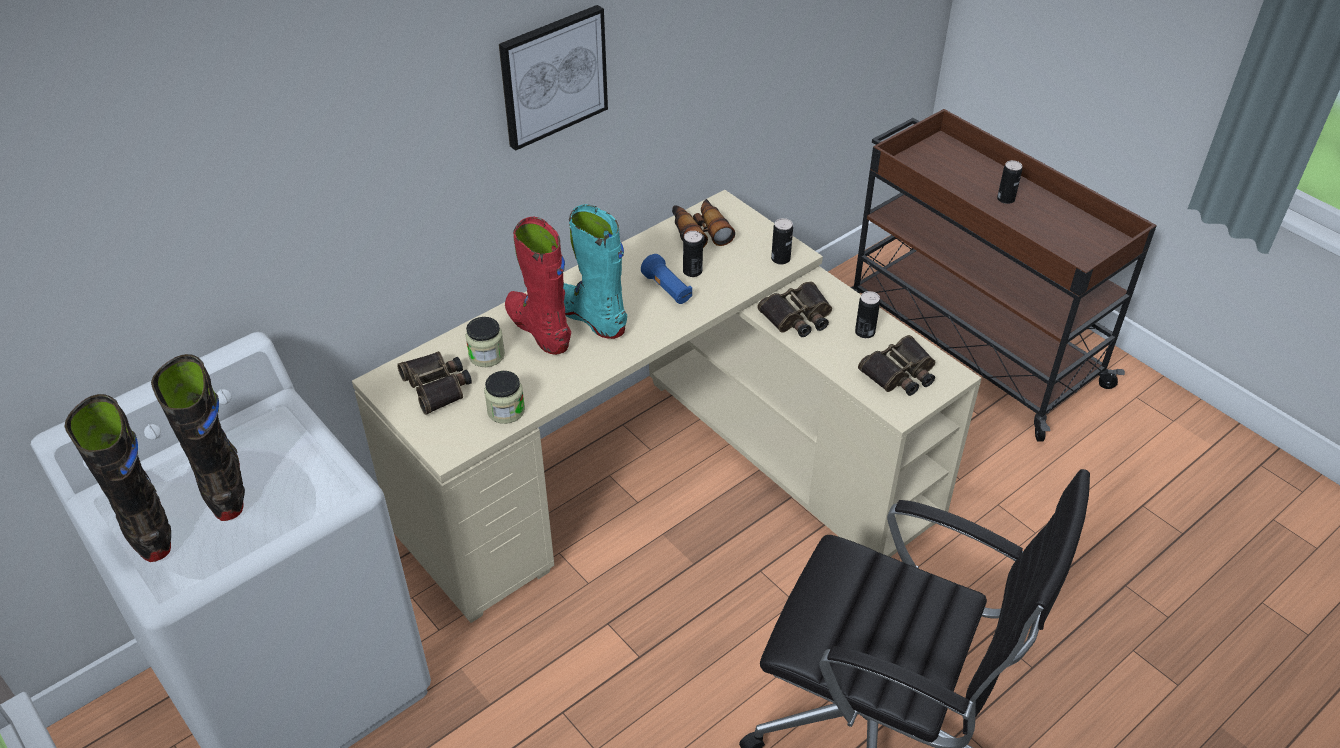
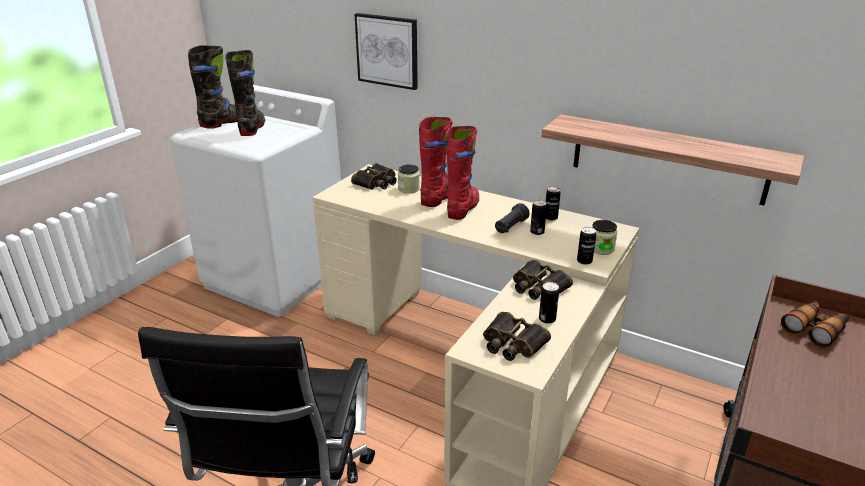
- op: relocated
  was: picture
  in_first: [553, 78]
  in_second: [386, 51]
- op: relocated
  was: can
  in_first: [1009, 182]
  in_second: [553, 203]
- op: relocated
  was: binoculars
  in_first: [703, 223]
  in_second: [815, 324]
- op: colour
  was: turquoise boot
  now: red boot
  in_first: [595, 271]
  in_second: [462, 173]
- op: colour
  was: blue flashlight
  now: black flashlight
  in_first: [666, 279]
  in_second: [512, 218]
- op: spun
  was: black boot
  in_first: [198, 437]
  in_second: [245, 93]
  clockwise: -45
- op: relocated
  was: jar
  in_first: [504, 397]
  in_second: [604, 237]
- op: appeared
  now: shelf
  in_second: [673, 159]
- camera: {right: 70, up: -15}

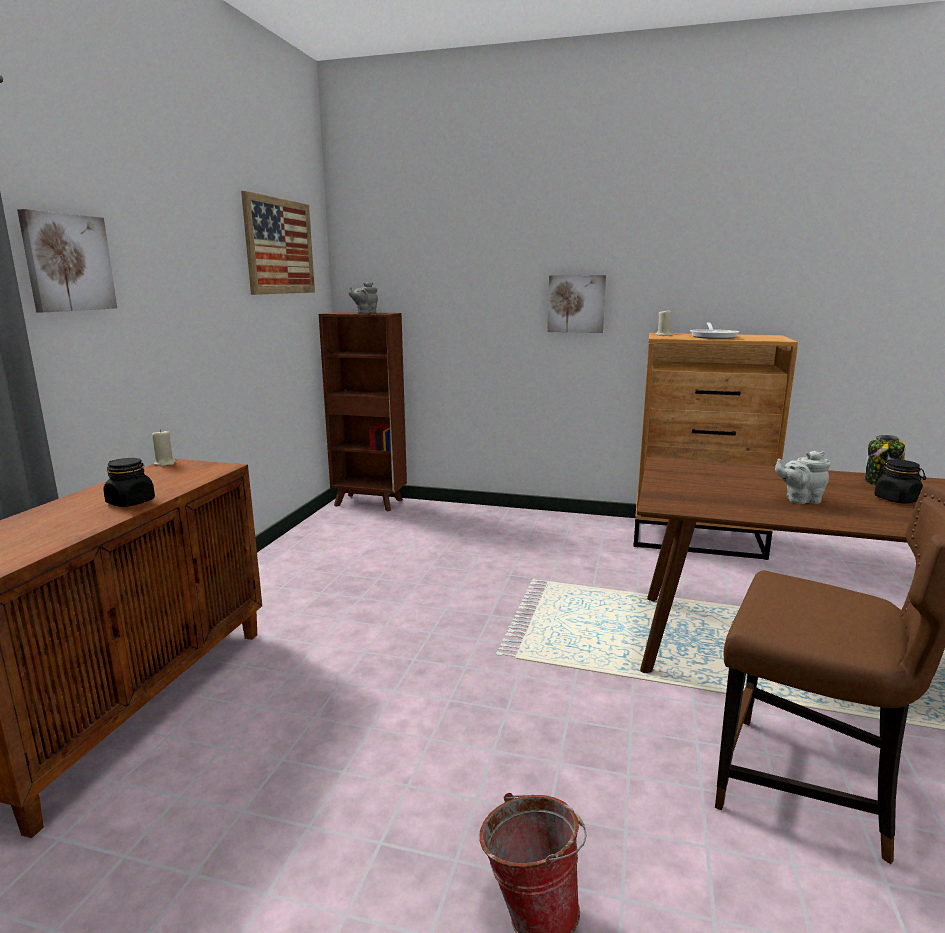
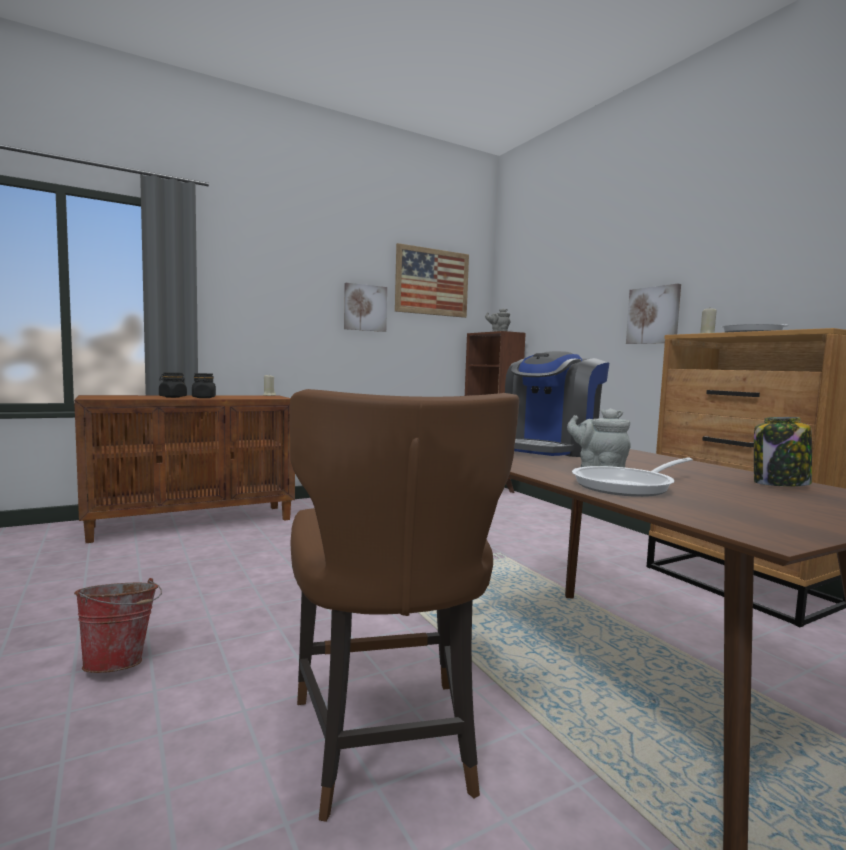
- op: relocated
  was: picture
  in_first: [67, 260]
  in_second: [365, 307]
- op: relocated
  was: black jar
  in_first: [900, 481]
  in_second: [173, 385]
- op: appeared
  now: coffee machine
  in_second: [557, 404]
- op: appeared
  now: frying pan
  in_second: [632, 477]
- camera: {right: 45, up: -10}

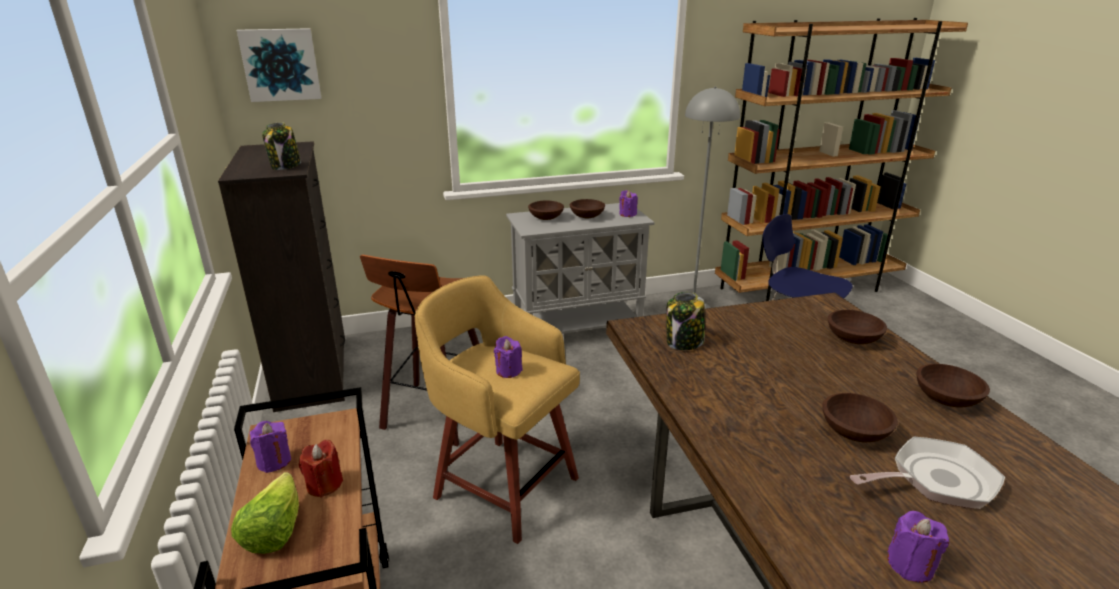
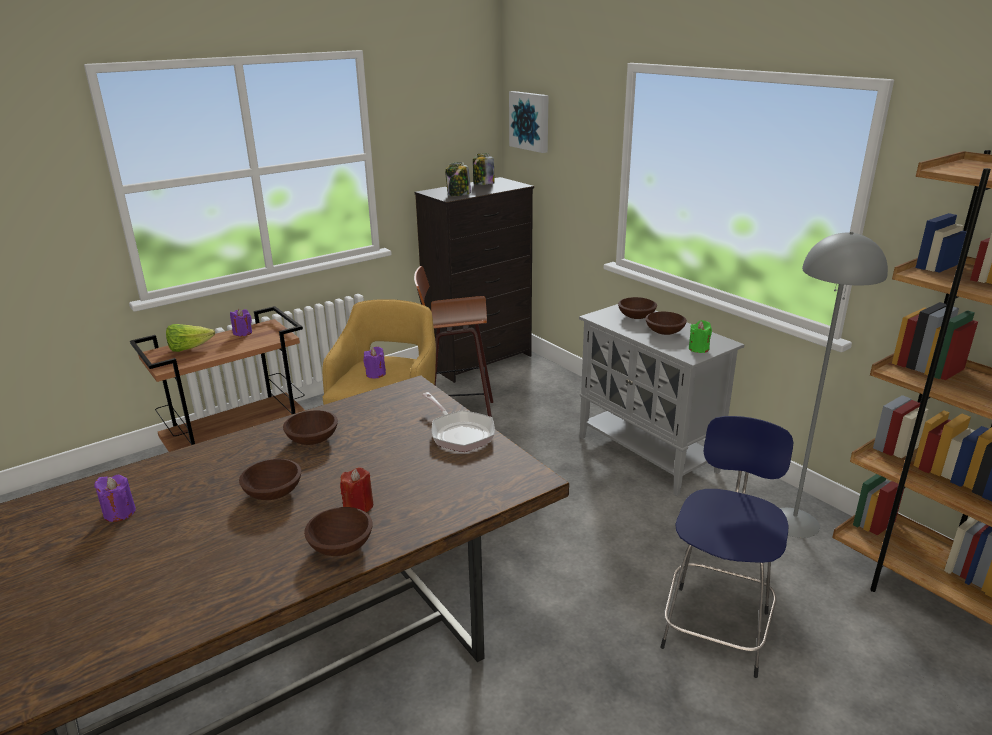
- op: colour
  was: purple candle
  now: green candle
  in_first: [628, 203]
  in_second: [700, 336]
- op: relocated
  was: jar
  in_first: [685, 321]
  in_second: [484, 169]
- op: relocated
  was: brown bowl
  in_first: [857, 327]
  in_second: [310, 427]
- op: relocated
  was: frying pan
  in_first: [927, 472]
  in_second: [458, 422]
- op: relocated
  was: red candle
  in_first: [321, 468]
  in_second: [356, 490]
- camera: {right: 70, up: 0}

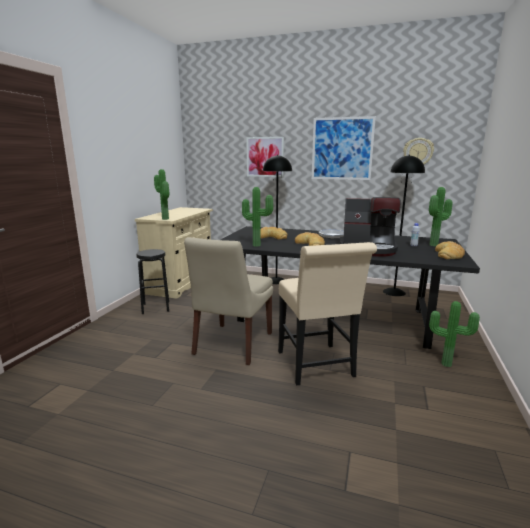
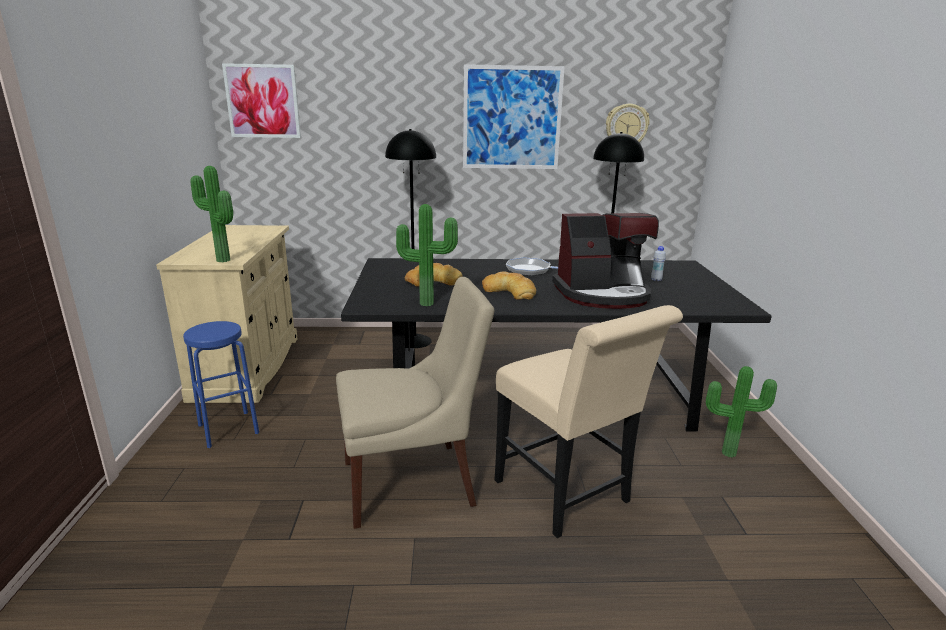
- op: relocated
  was: picture
  in_first: [265, 157]
  in_second: [261, 100]
- op: missing
  was: potted plant
  in_first: [441, 216]
- op: spun
  was: beige chair
  in_first: [228, 301]
  in_second: [415, 403]
  clockwise: -105
- op: missing
  was: bread
  in_first: [450, 250]
- op: colour
  was: black stool
  now: blue stool
  in_first: [152, 281]
  in_second: [221, 384]
- camera: {right: -20, up: 5}

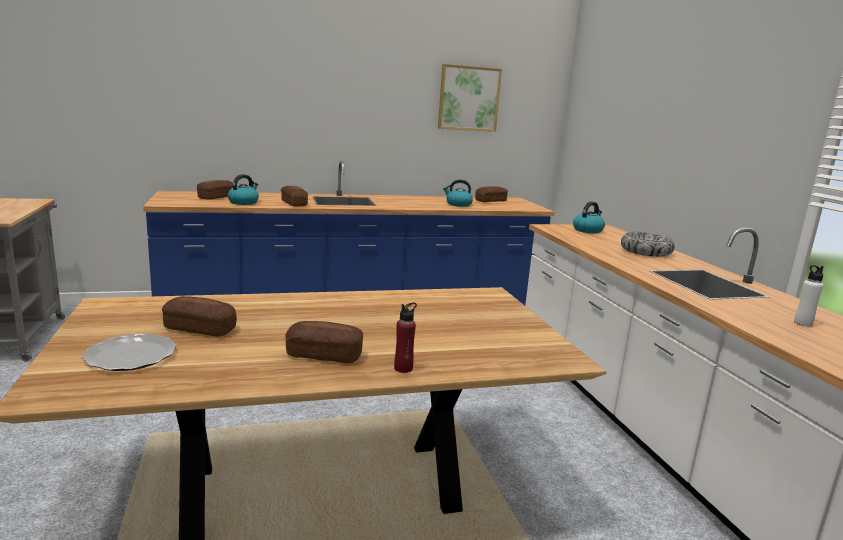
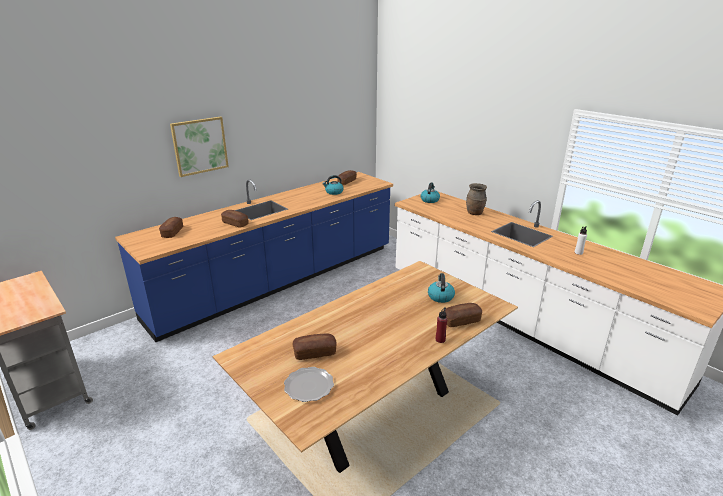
- op: relocated
  was: picture
  in_first: [470, 98]
  in_second: [199, 146]
- op: relocated
  was: kettle
  in_first: [243, 189]
  in_second: [441, 288]
- op: exchanged
  was: bowl
  now: brown vase
  in_first: [648, 244]
  in_second: [476, 199]
- op: relocated
  was: bread
  in_first: [324, 342]
  in_second: [463, 315]
- camera: {right: -25, up: 10}

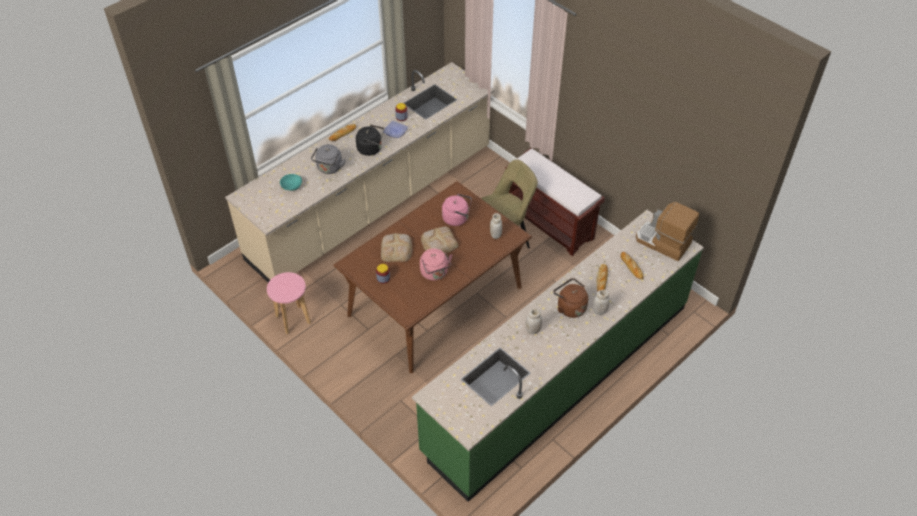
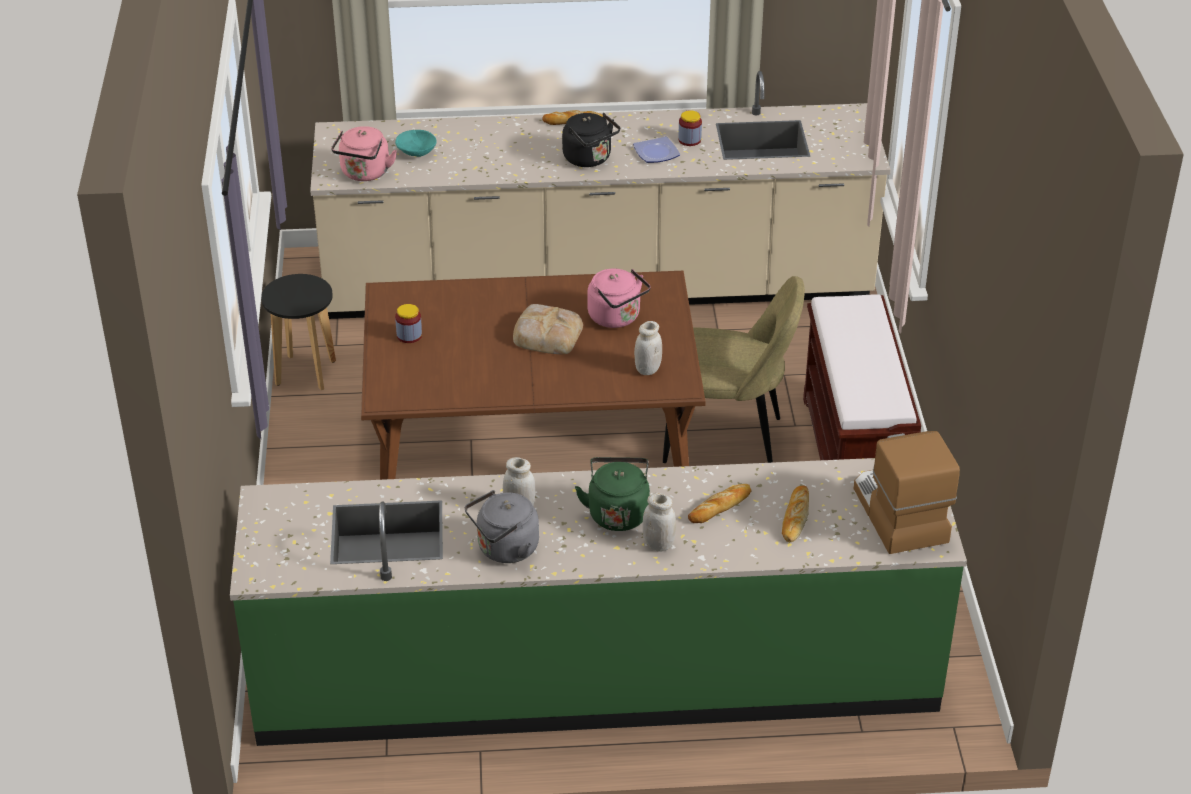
- op: relocated
  was: grey kettle
  in_first: [328, 159]
  in_second: [502, 526]
- op: missing
  was: bread
  in_first: [396, 247]
- op: relocated
  was: pink kettle
  in_first: [436, 264]
  in_second: [364, 153]
- op: colour
  was: pink stool
  now: black stool
  in_first: [289, 303]
  in_second: [298, 332]
- op: colour
  was: brown kettle
  now: green kettle
  in_first: [570, 298]
  in_second: [612, 494]
- camera: {right: 40, up: -10}

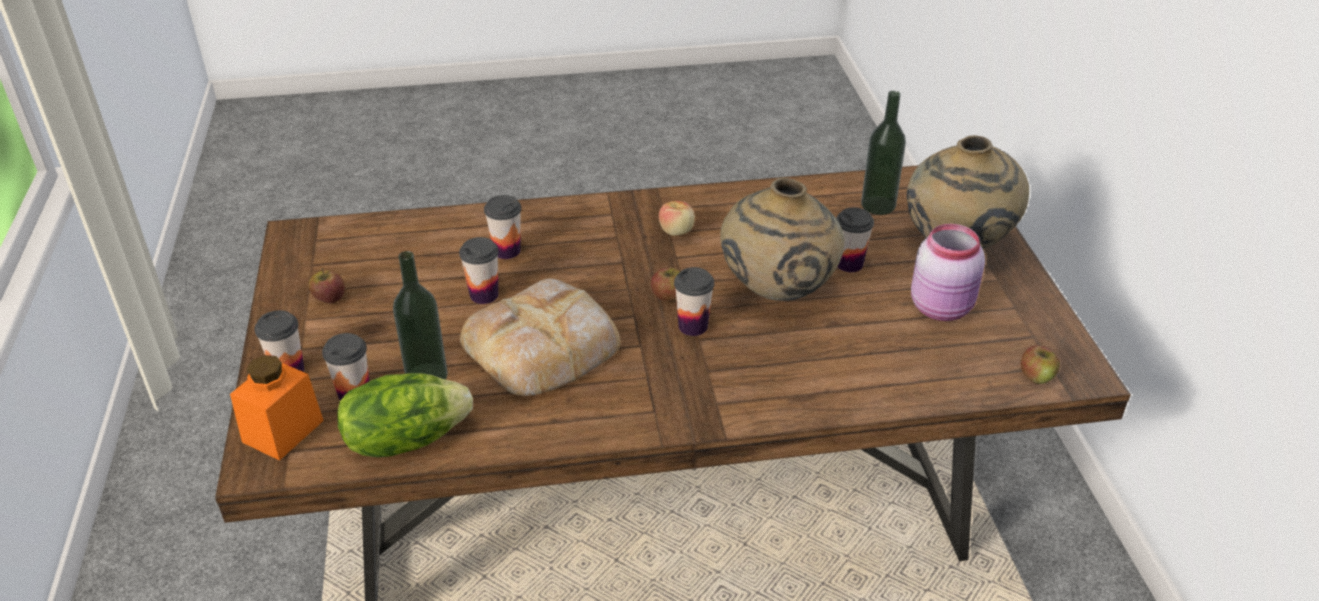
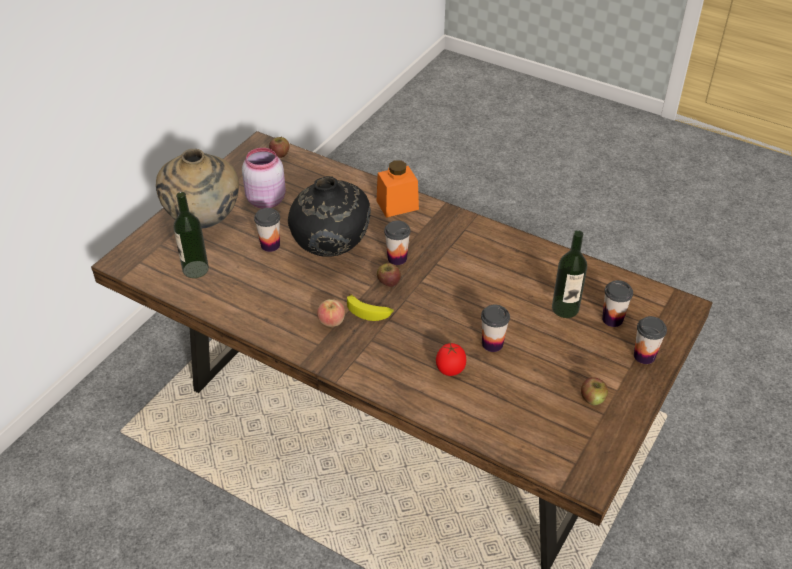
- op: colour
  was: beige vase
  now: black vase
  in_first: [782, 239]
  in_second: [329, 216]
- op: exchanged
  was: cup
  now: tomato
  in_first: [502, 227]
  in_second: [451, 359]
- op: missing
  was: bread
  in_first: [540, 337]
- op: relocated
  was: orange jar
  in_first: [277, 408]
  in_second: [398, 189]
- op: missing
  was: lettuce
  in_first: [405, 415]
- op: appeared
  now: banana
  in_second: [370, 307]
- camera: {right: -140, up: 5}

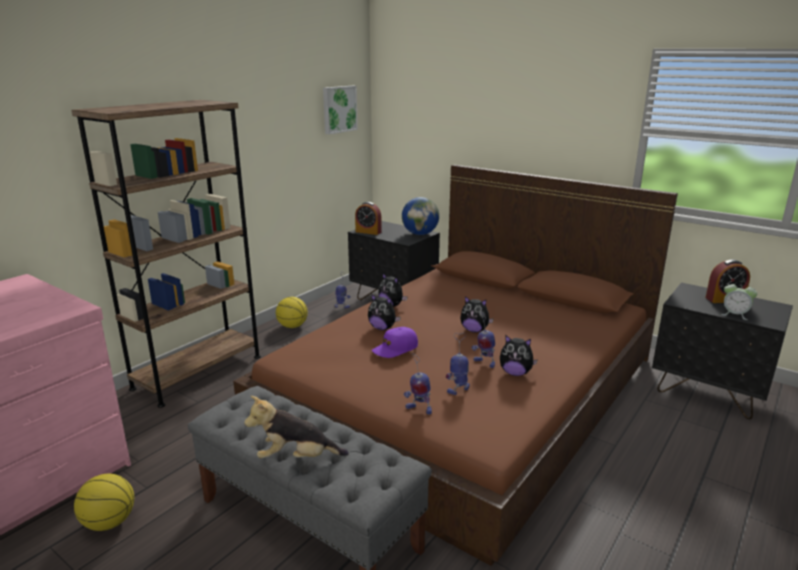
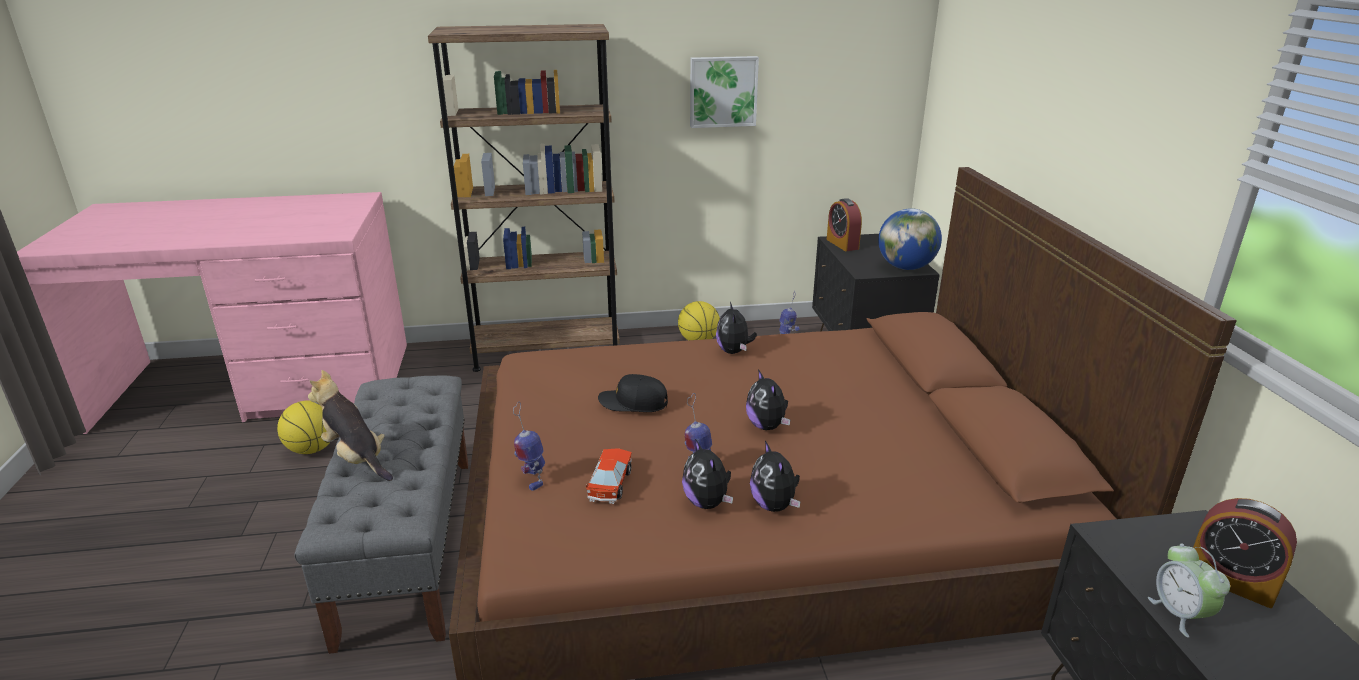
- op: relocated
  was: picture
  in_first: [340, 110]
  in_second: [724, 92]
- op: relocated
  was: plush toy
  in_first: [384, 312]
  in_second: [775, 476]
- op: colour
  was: purple cap
  now: black cap
  in_first: [395, 342]
  in_second: [633, 393]
- op: exchanged
  was: toy robot
  now: toy car
  in_first: [458, 364]
  in_second: [609, 476]
- camera: {right: 45, up: 5}

